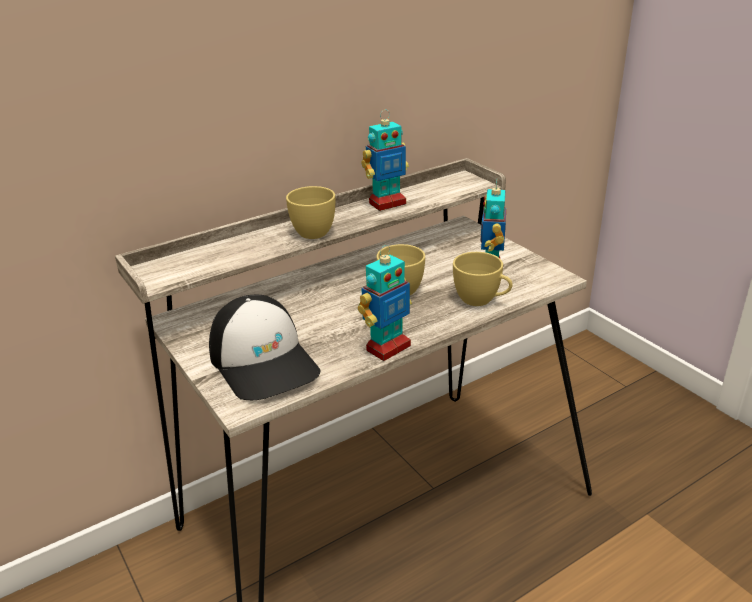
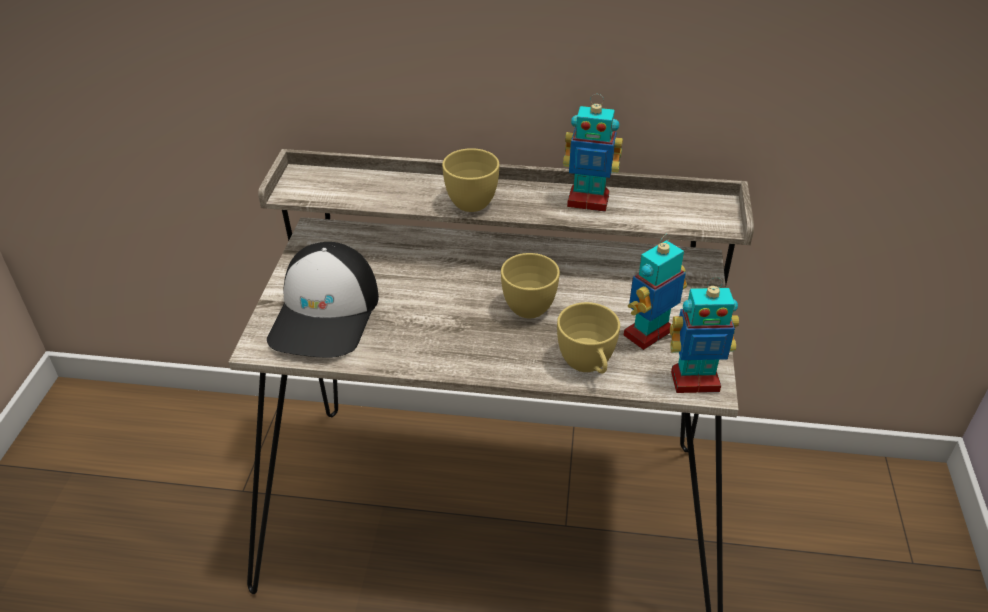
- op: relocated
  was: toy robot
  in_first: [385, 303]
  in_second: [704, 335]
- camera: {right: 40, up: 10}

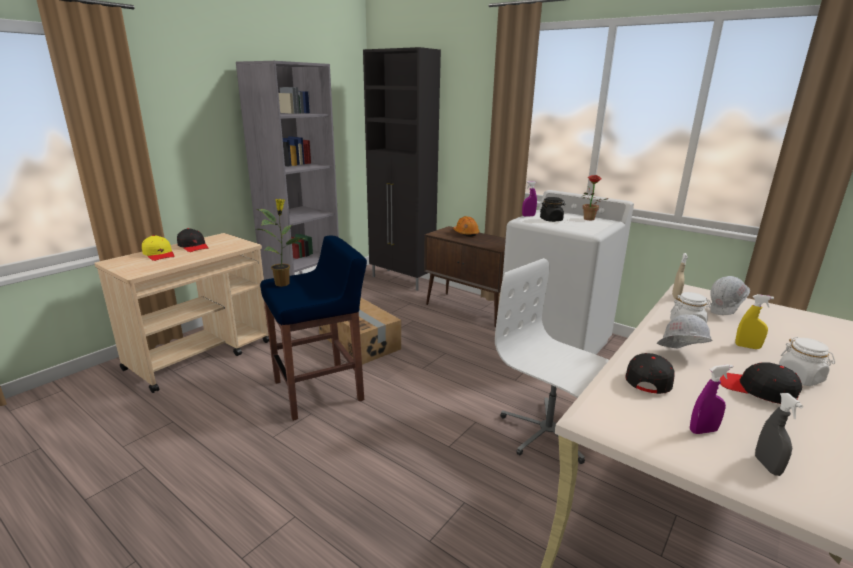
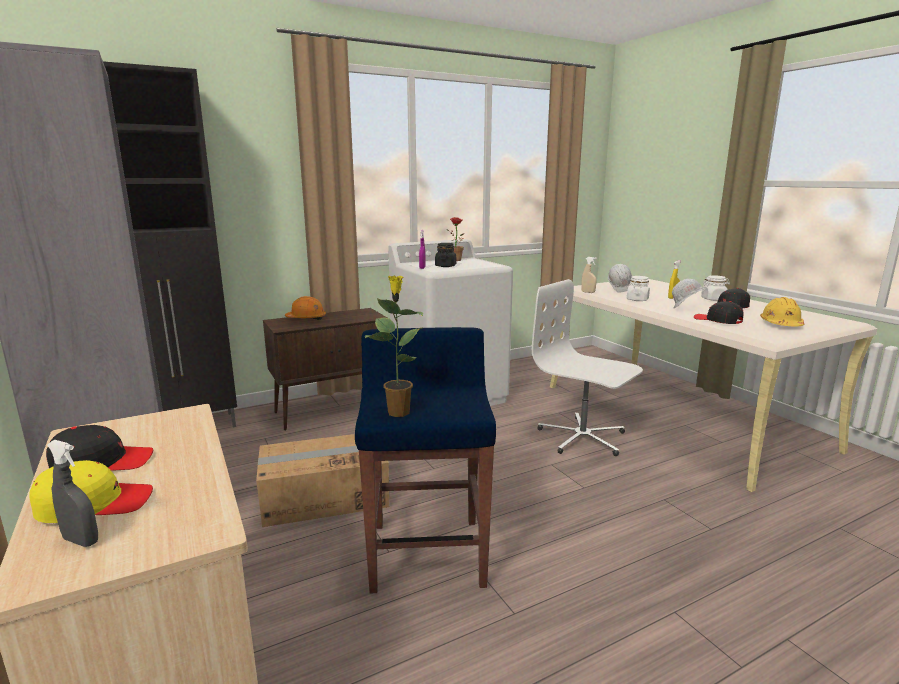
- op: spun
  was: white office chair
  in_first: [552, 361]
  in_second: [587, 367]
  clockwise: 60
- op: exchanged
  was: purple spray bottle
  now: yellow hard hat
  in_first: [711, 399]
  in_second: [782, 311]
- op: relocated
  was: grey spray bottle
  in_first: [779, 434]
  in_second: [72, 493]
- camera: {right: -65, up: -5}

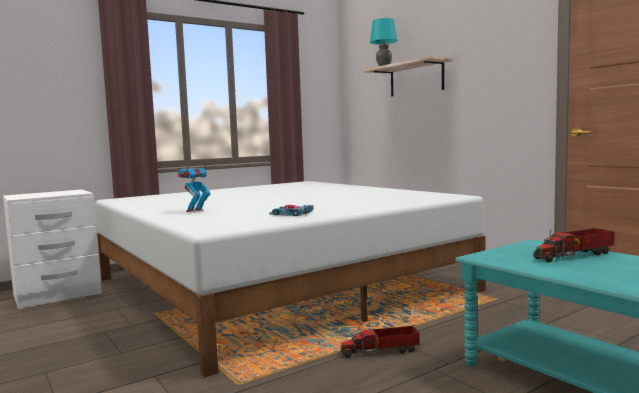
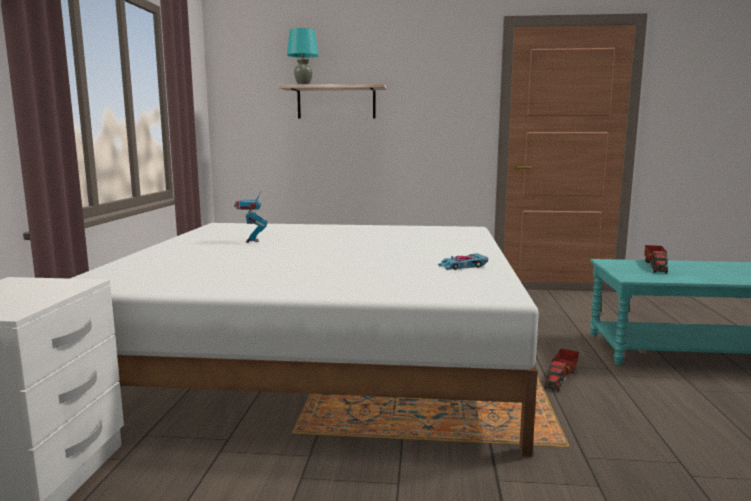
- op: relocated
  was: toy robot
  in_first: [194, 185]
  in_second: [250, 216]
- camera: {right: -50, up: 5}

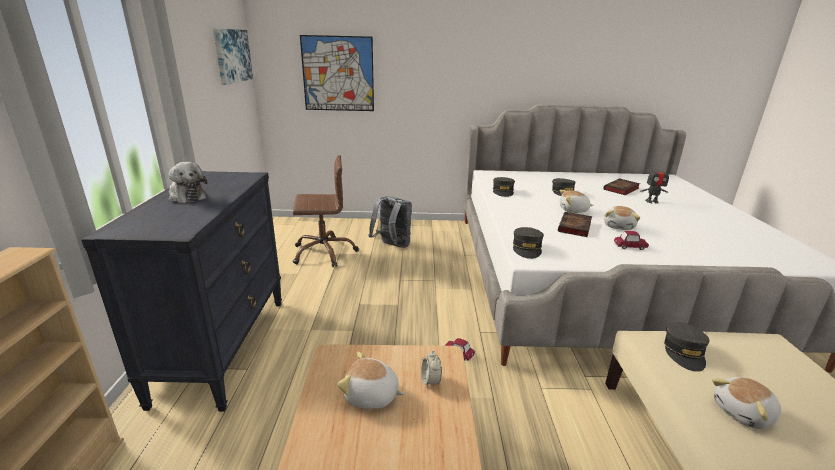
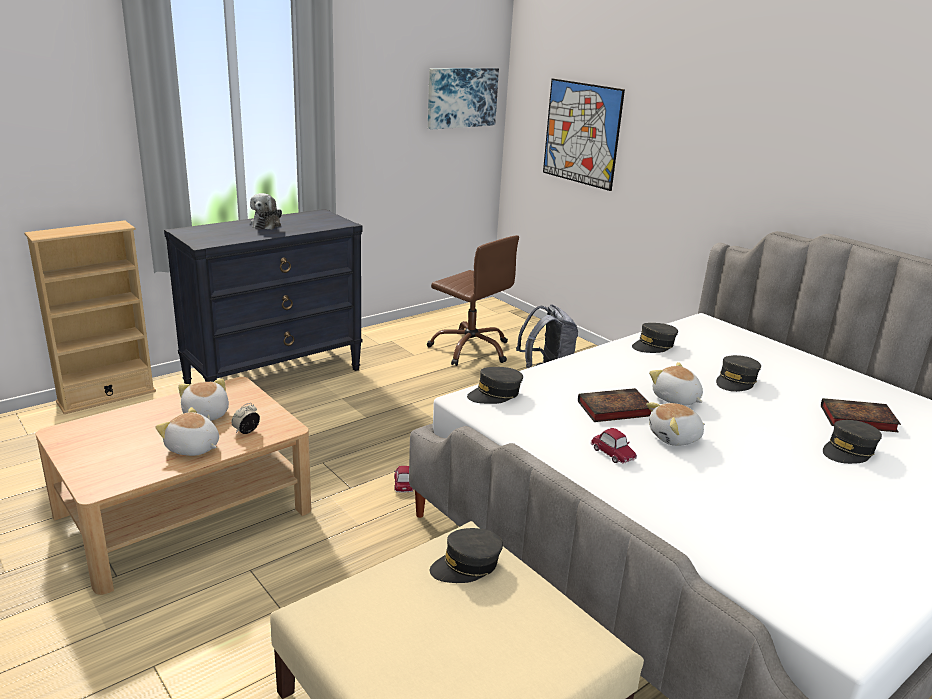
- op: exchanged
  was: toy robot
  now: grey cap
  in_first: [655, 185]
  in_second: [852, 442]
- op: relocated
  was: plush toy
  in_first: [746, 403]
  in_second: [187, 431]
- camera: {right: 50, up: 0}

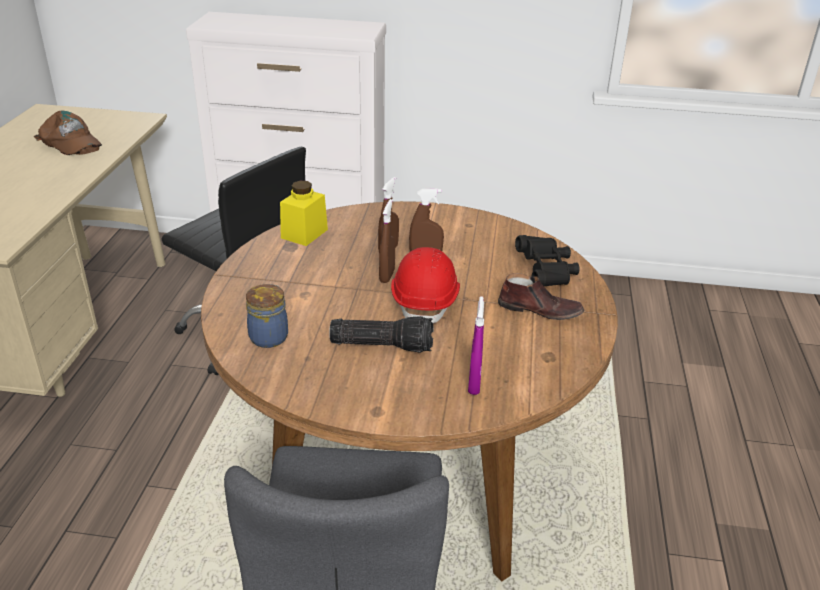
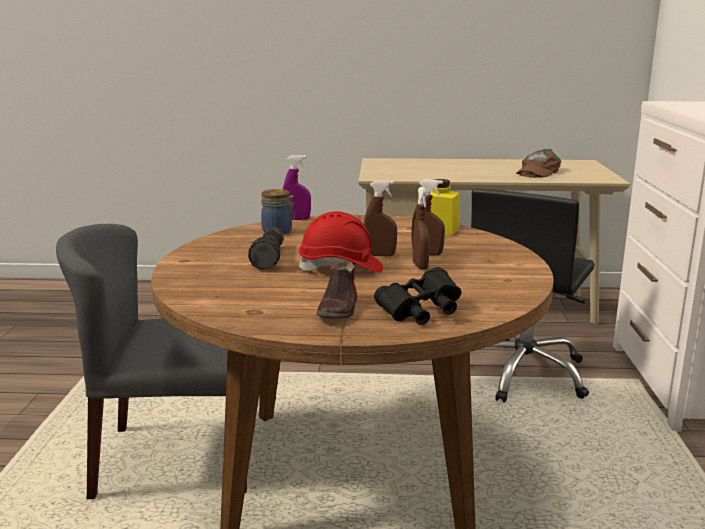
- op: relocated
  was: purple spray bottle
  in_first: [476, 345]
  in_second: [297, 187]
- camera: {right: 85, up: -15}

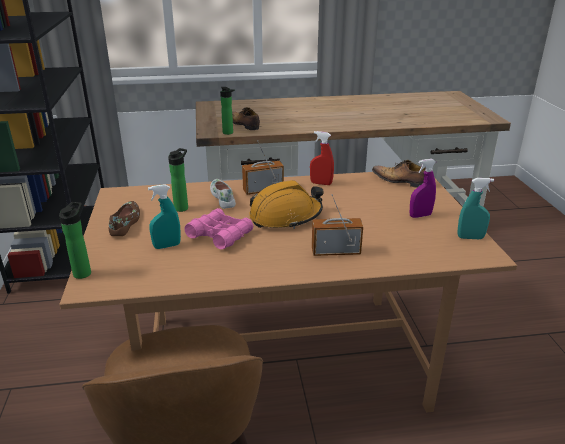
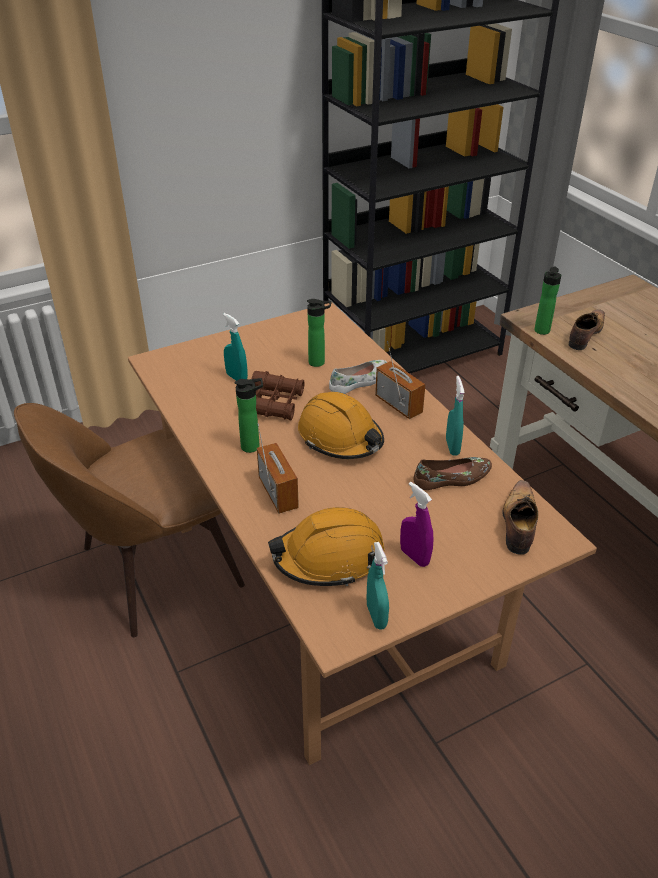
- op: colour
  was: red spray bottle
  now: turquoise spray bottle
  in_first: [322, 158]
  in_second: [455, 415]
- op: relocated
  was: brown shoe
  in_first: [124, 218]
  in_second: [452, 473]
- op: relocated
  was: bottle
  in_first: [75, 240]
  in_second: [248, 415]
- op: colour
  was: pink binoculars
  now: brown binoculars
  in_first: [219, 228]
  in_second: [278, 395]
- op: appeared
  now: orange hard hat
  in_second: [326, 546]
- camera: {right: 70, up: 10}

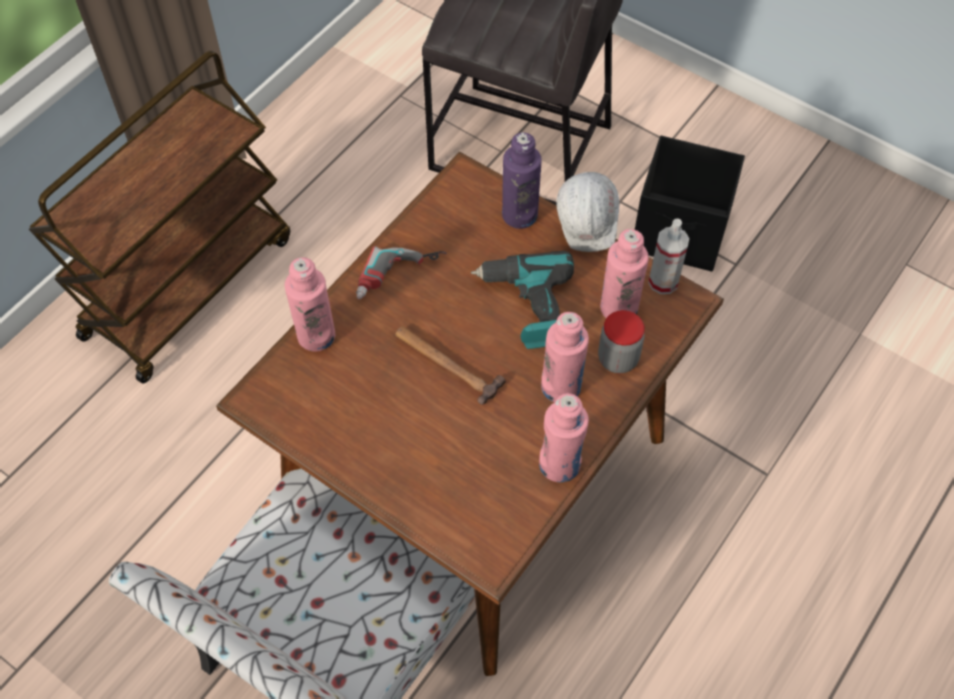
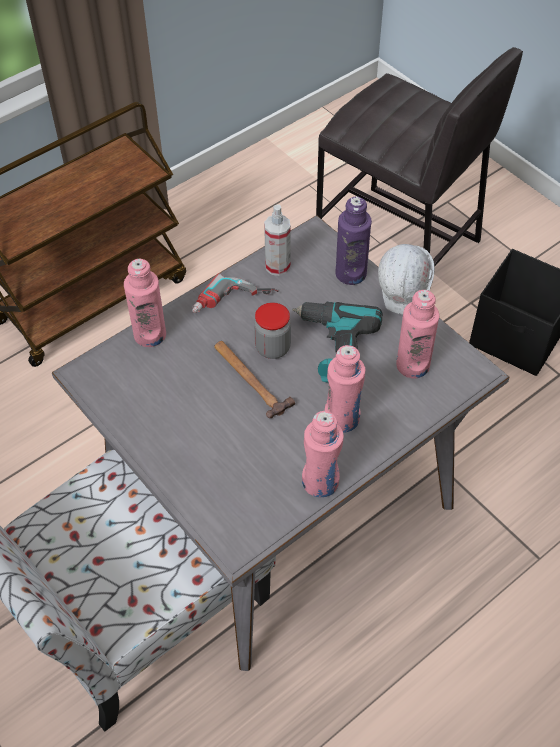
- op: colour
  was: brown dining table
  now: grey dining table
  in_first: [470, 414]
  in_second: [281, 443]
- op: relocated
  was: spray bottle
  in_first: [668, 256]
  in_second: [277, 240]
- op: relocated
  was: jar
  in_first: [621, 341]
  in_second: [272, 330]
- camera: {right: 15, up: -5}

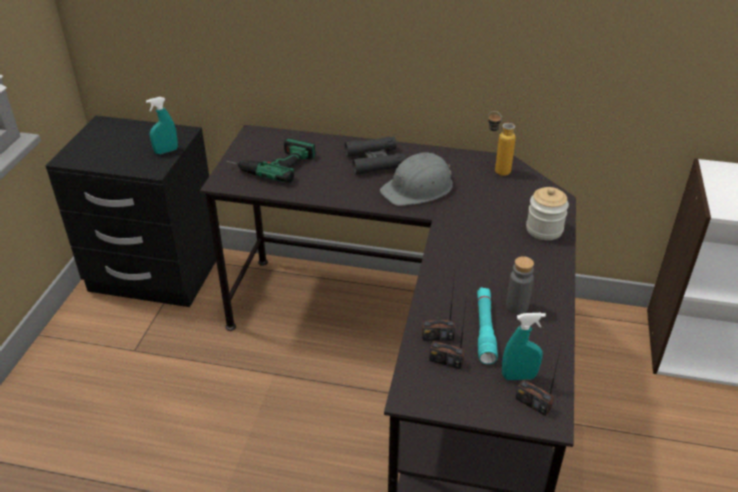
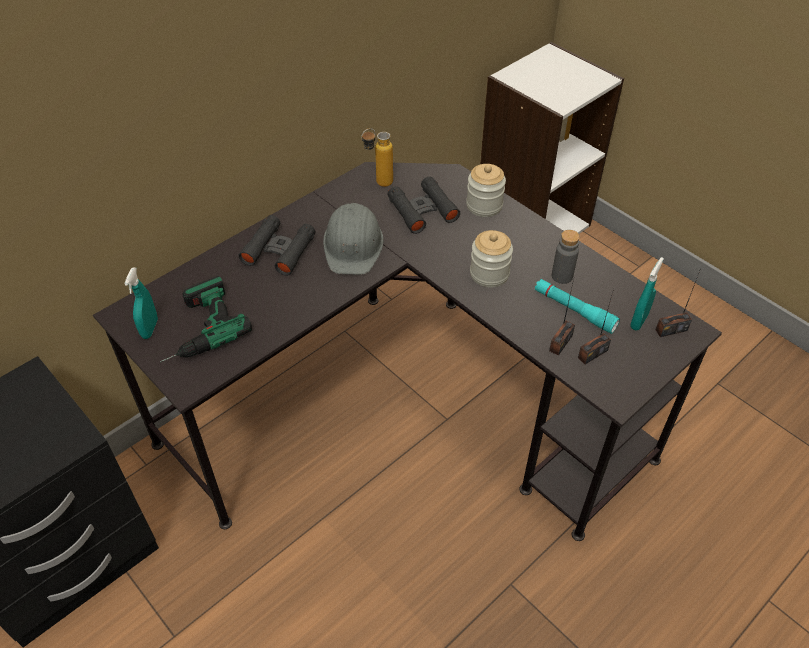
- op: relocated
  was: turquoise spray bottle
  in_first: [162, 125]
  in_second: [141, 303]
- op: appeared
  now: black binoculars
  in_second: [424, 205]
- op: appeared
  now: jar
  in_second: [491, 258]
- camera: {right: -55, up: 10}

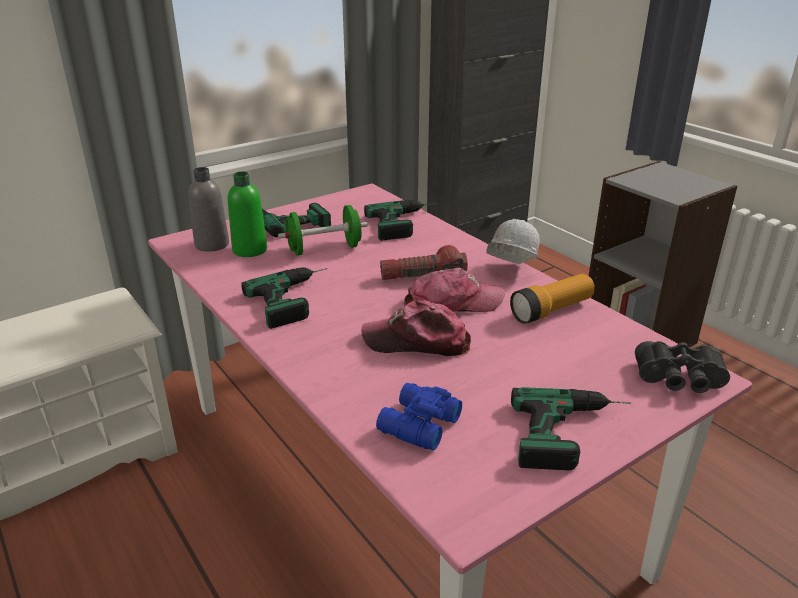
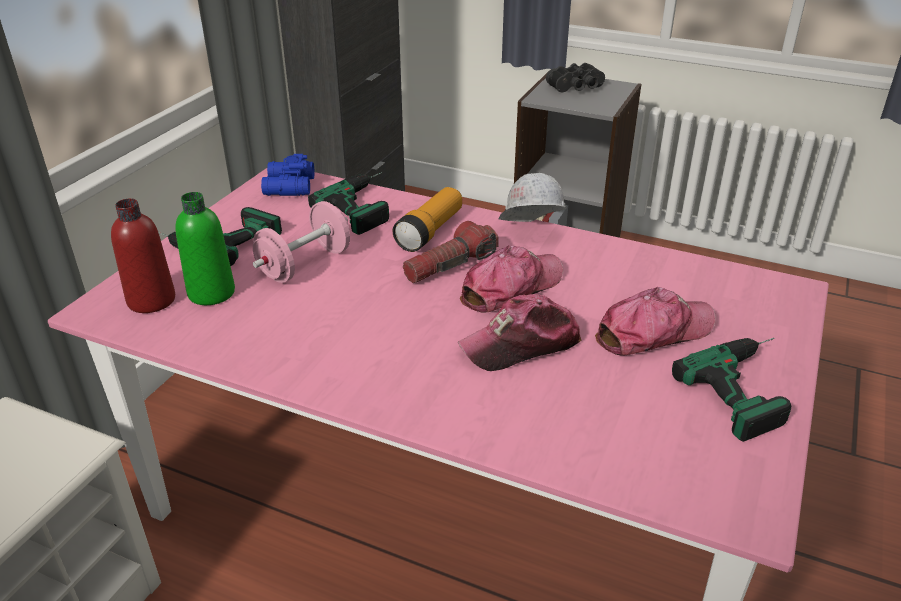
- op: colour
  was: grey bottle
  now: red bottle
  in_first: [208, 209]
  in_second: [143, 256]
- op: colour
  was: green dumbbell
  now: pink dumbbell
  in_first: [323, 230]
  in_second: [301, 242]
- op: missing
  was: power drill
  in_first: [285, 298]
- op: relocated
  was: flashlight
  in_first: [552, 299]
  in_second: [427, 219]
- op: relocated
  was: black binoculars
  in_first: [682, 367]
  in_second: [575, 77]
- op: relocated
  was: blue binoculars
  in_first: [419, 416]
  in_second: [288, 175]
- op: appeared
  now: cap
  in_second: [655, 321]
- camera: {right: -30, up: 5}

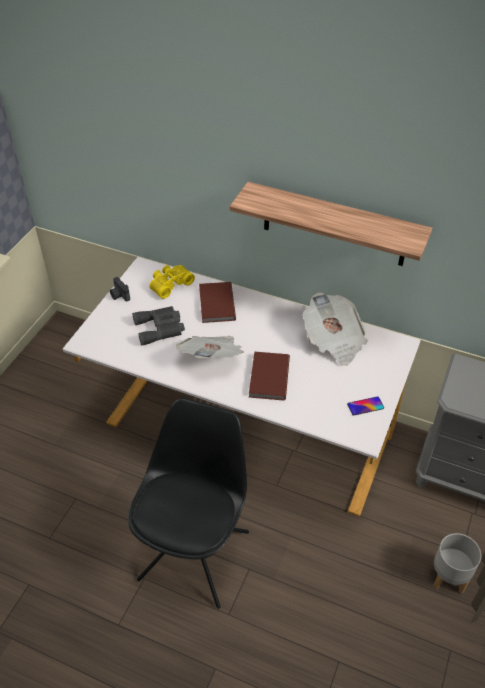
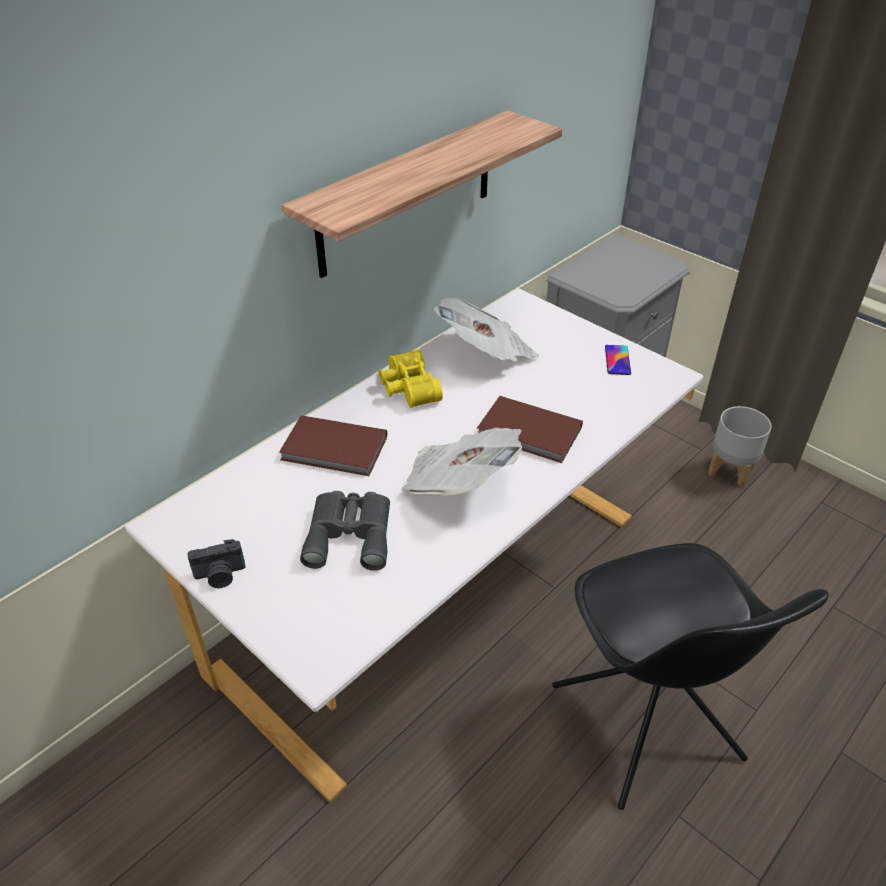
- op: relocated
  was: yellow binoculars
  in_first: [172, 282]
  in_second: [411, 379]
- op: spun
  was: black chair
  in_first: [188, 503]
  in_second: [690, 676]
  clockwise: -150
- camera: {right: -70, up: -5}

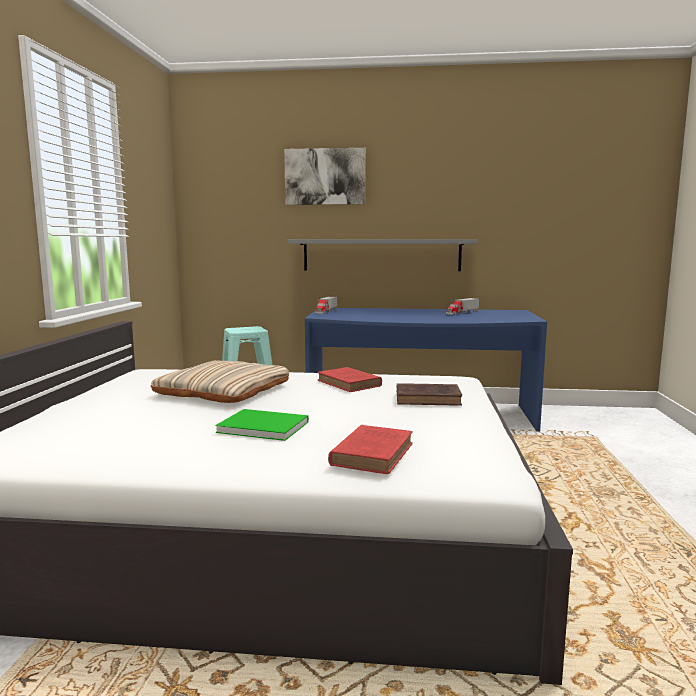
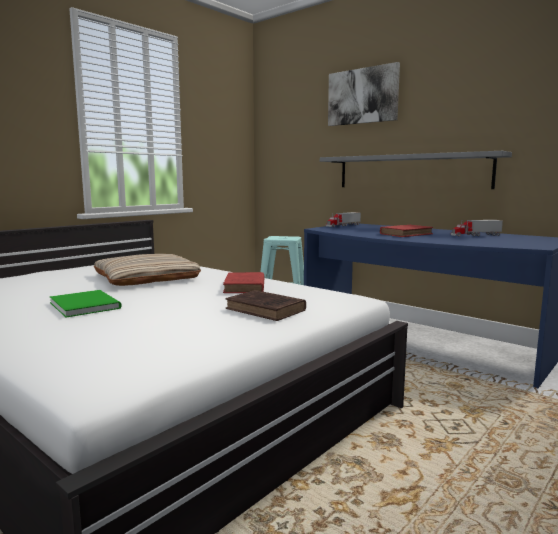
- op: relocated
  was: red book
  in_first: [370, 449]
  in_second: [406, 231]
- camera: {right: 35, up: 0}

